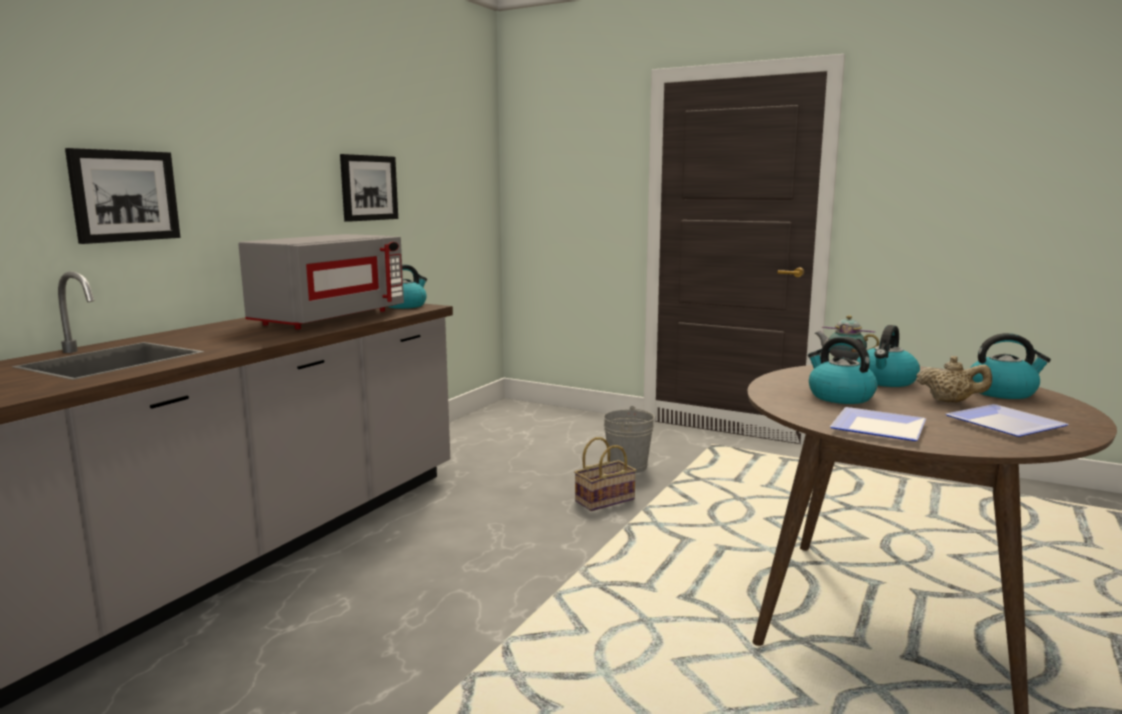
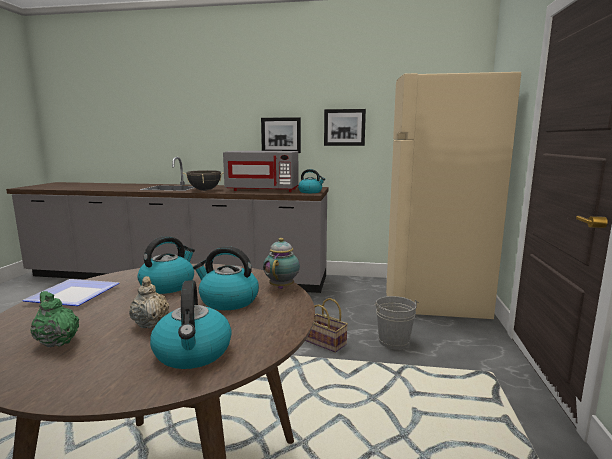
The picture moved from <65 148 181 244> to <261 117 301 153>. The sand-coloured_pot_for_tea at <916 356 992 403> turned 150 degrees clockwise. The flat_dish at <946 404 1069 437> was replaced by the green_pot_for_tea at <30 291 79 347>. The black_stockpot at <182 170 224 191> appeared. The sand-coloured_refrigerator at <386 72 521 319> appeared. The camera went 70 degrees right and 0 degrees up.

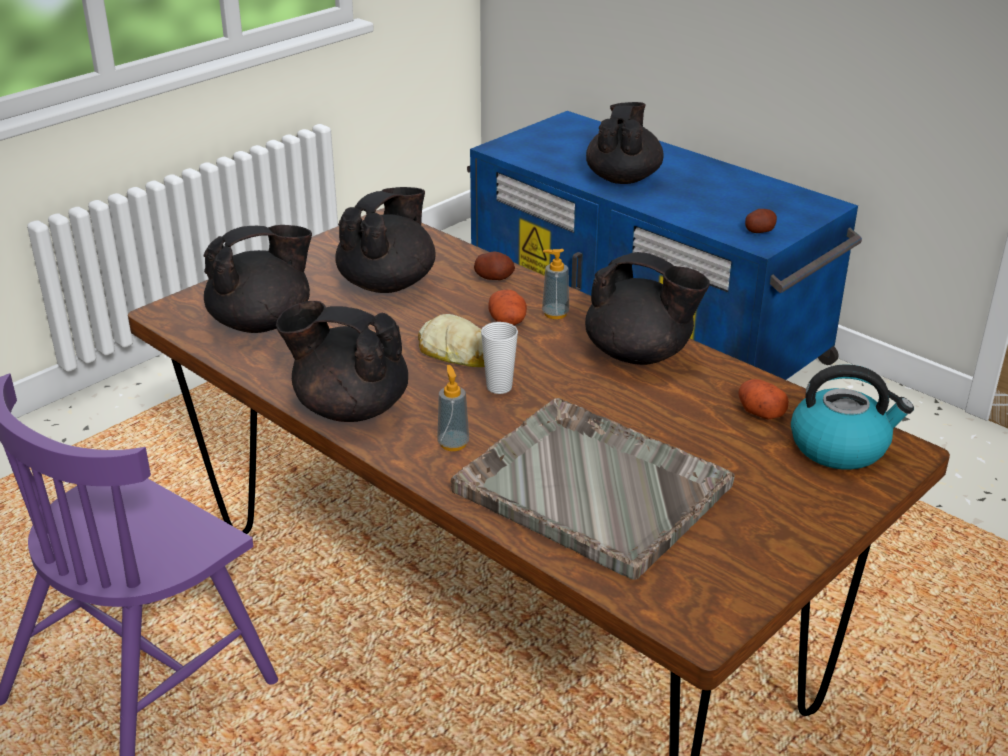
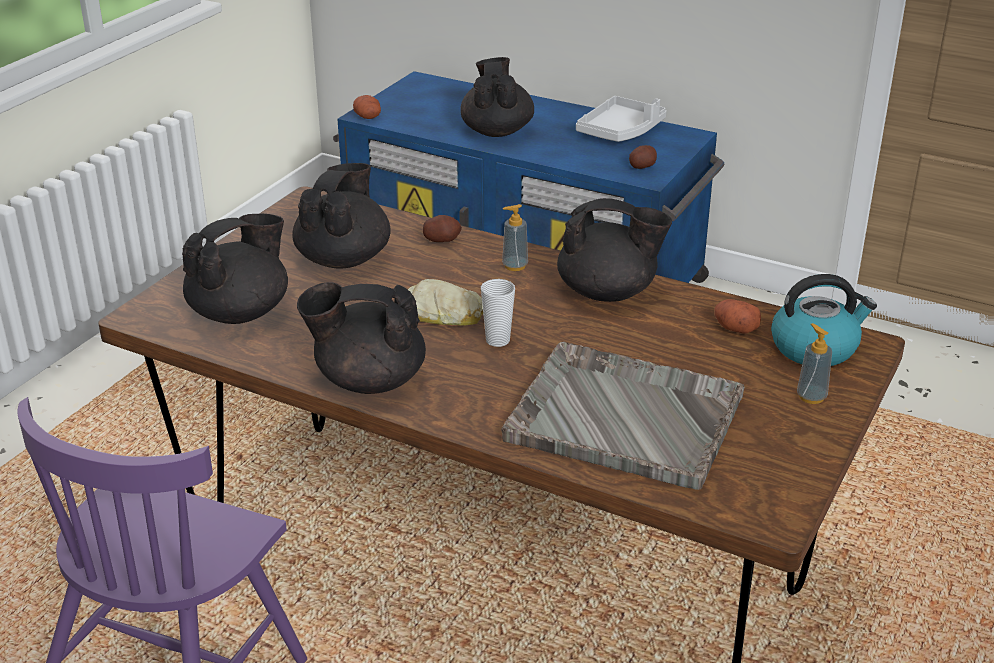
The liquid_soap_bottle moved from <437 365 469 451> to <797 323 832 404>. The spud moved from <488 290 527 325> to <353 95 381 119>. The gray_tray at <576 96 667 142> appeared. The camera went 15 degrees left and 0 degrees up.

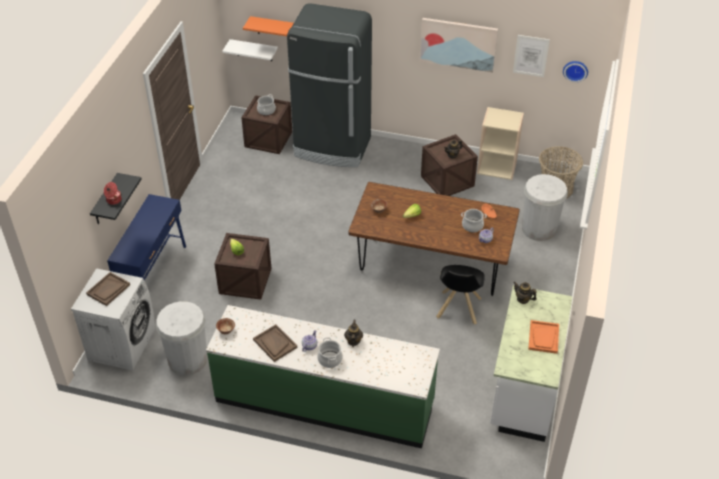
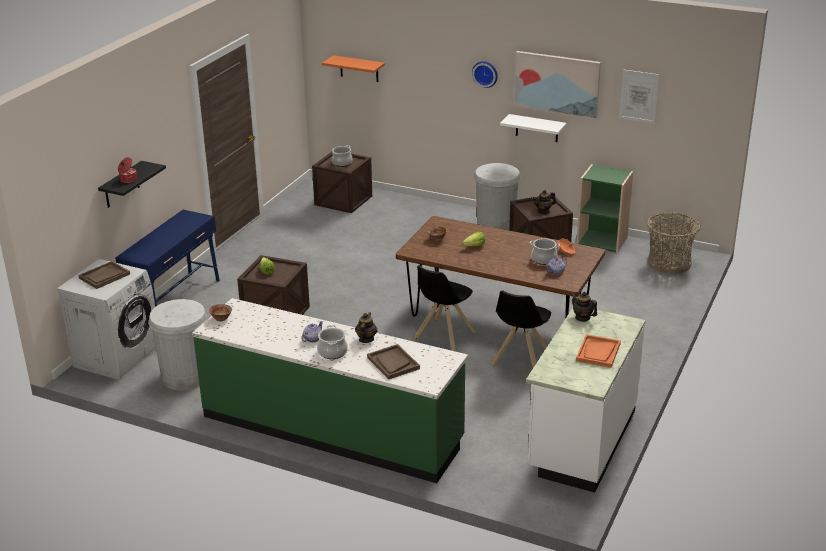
The whitish_bracket_shelf moved from <222 39 278 61> to <500 114 566 142>. The brownish_tray moved from <253 324 297 362> to <367 344 420 379>. The black_refrigerator at <287 3 372 167> disappeared. The sand-coloured_shelving_unit at <477 107 524 180> became the green_shelving_unit at <576 164 633 253>. The whitish_waste_bin moved from <522 174 568 241> to <474 163 521 230>. The clock_on_the_wall moved from <563 61 588 83> to <472 61 498 88>. The black_chair at <414 266 476 351> appeared. The camera went 10 degrees right and 15 degrees down.

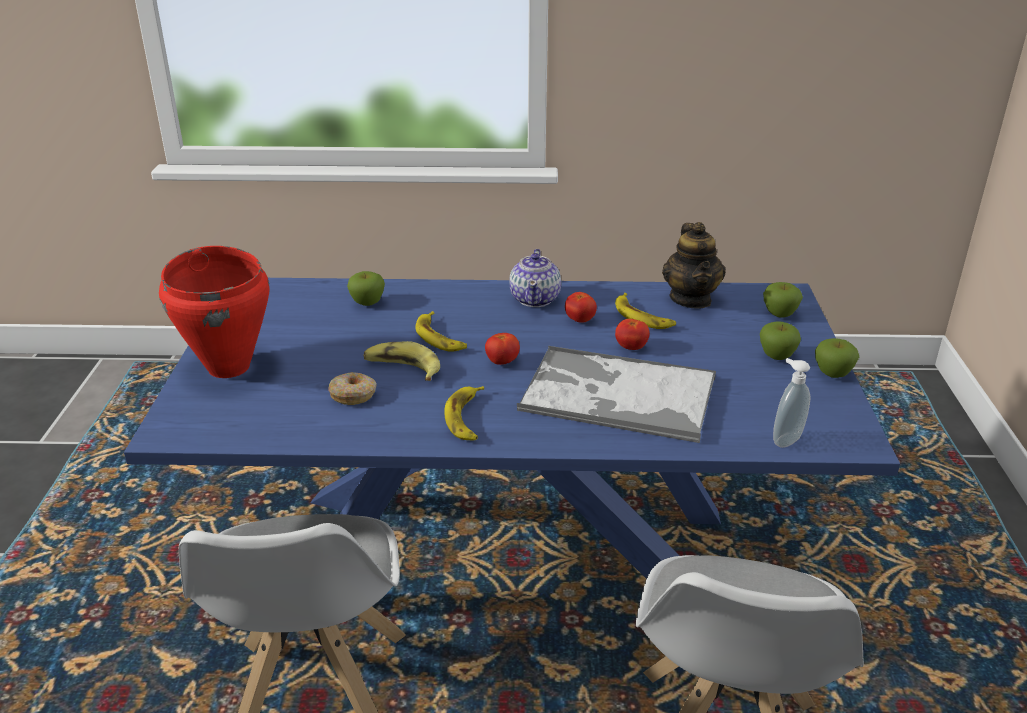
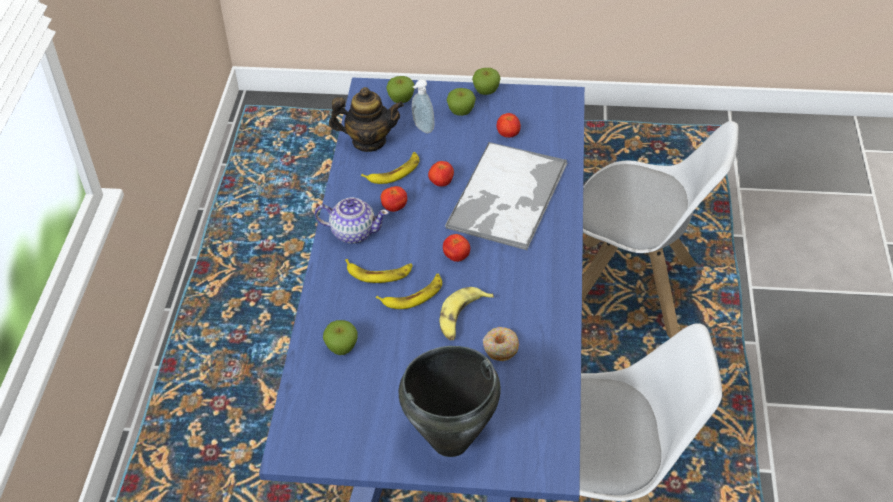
The reddish_stockpot at <159 246 270 378> became the black_stockpot at <399 346 501 457>. The whole_banana moved from <444 386 484 440> to <345 259 413 283>. The liquid_soap_bottle moved from <773 358 811 448> to <412 80 434 133>. The fresh_tomato at <497 113 521 138> appeared. The camera went 85 degrees left and 15 degrees up.

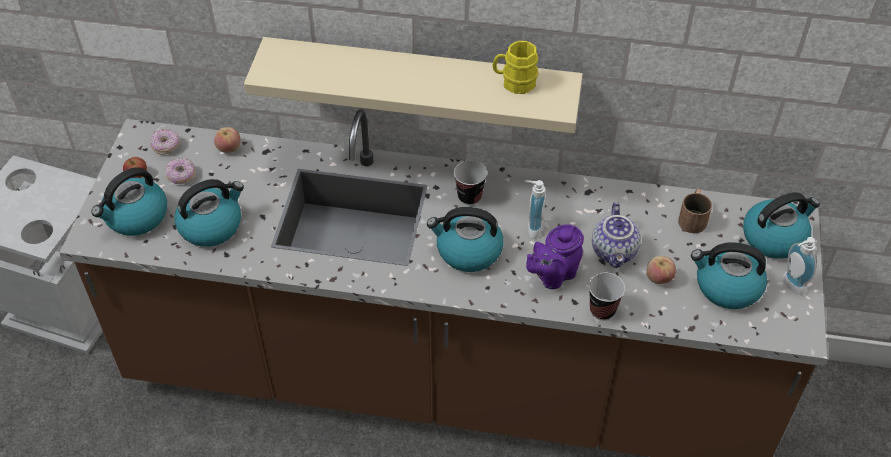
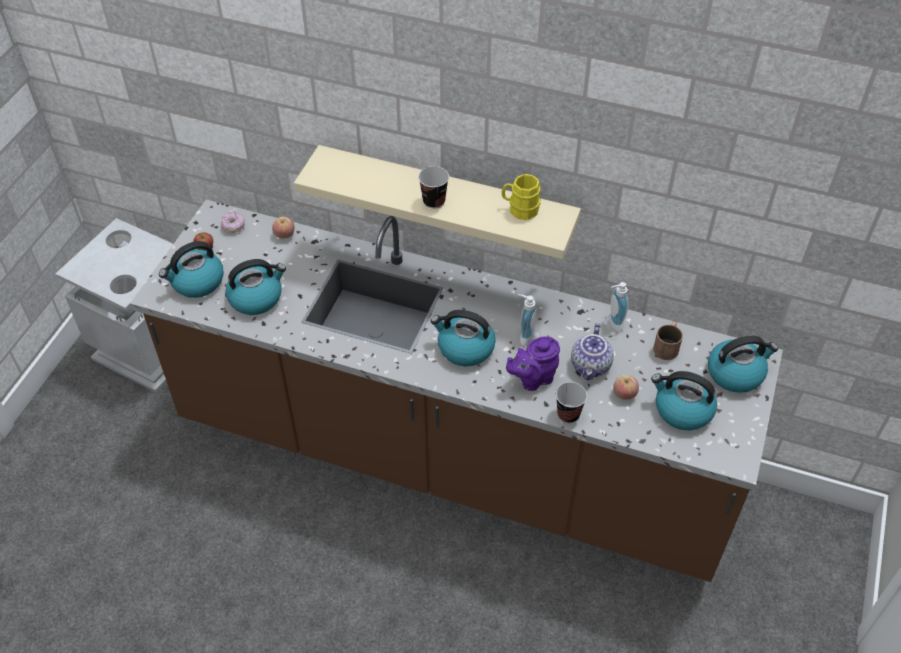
The donut at <166 158 196 184> disappeared. The small_cup moved from <454 160 487 205> to <418 166 449 209>. The liquid_soap_bottle moved from <782 237 817 295> to <609 282 628 332>. The camera went 10 degrees right and 0 degrees up.

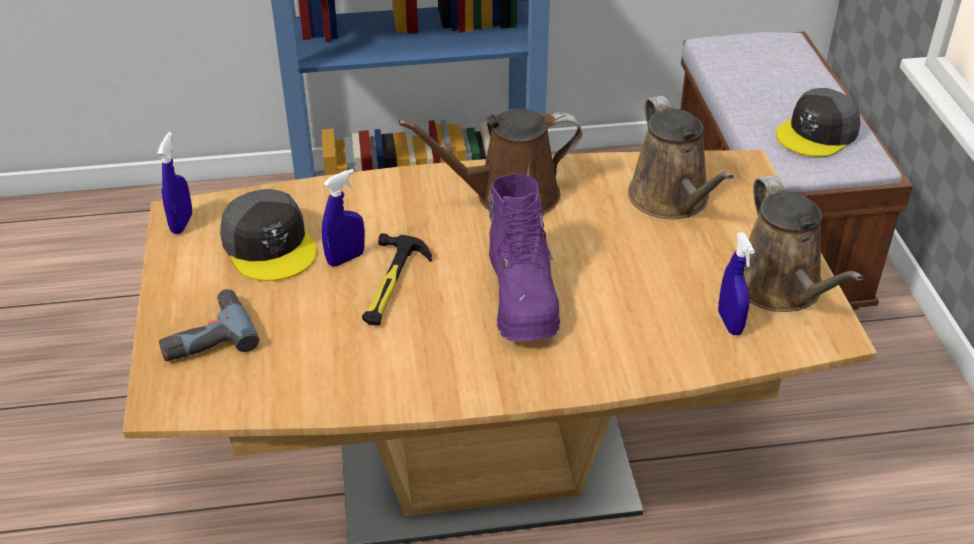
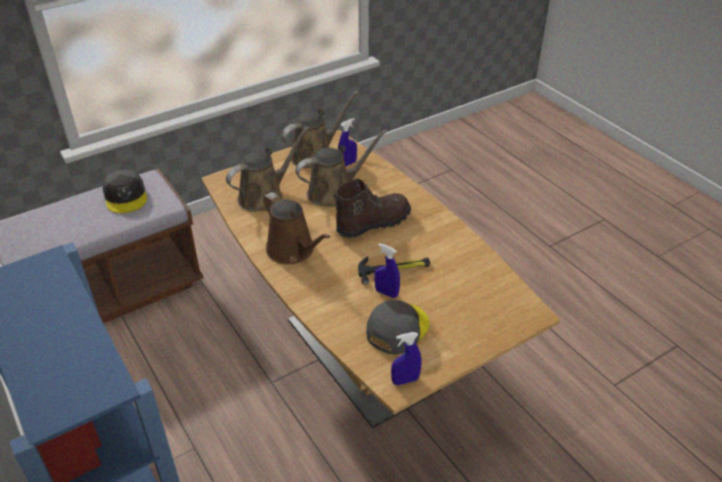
The electric_drill at <159 289 259 361> disappeared. The purple_boot at <488 174 560 341> became the brownish_boot at <334 178 411 238>. The gray_cap at <776 88 861 157> turned 45 degrees clockwise. The brownish_watering_can at <295 130 387 207> appeared. The camera went 115 degrees left and 0 degrees up.

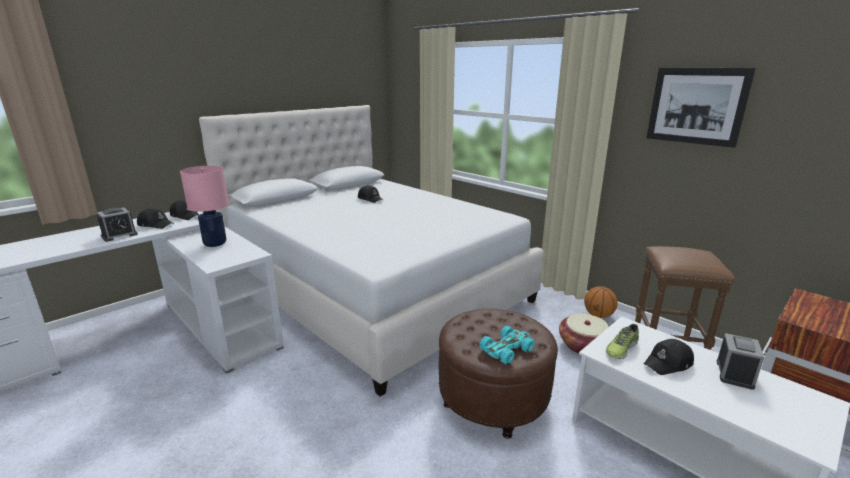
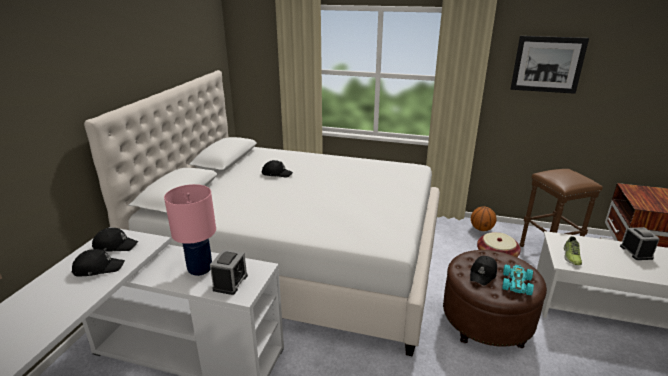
The bedside_clock moved from <96 208 138 242> to <210 249 248 295>. The black_cap moved from <644 339 694 375> to <470 256 497 286>. The camera went 30 degrees left and 5 degrees up.

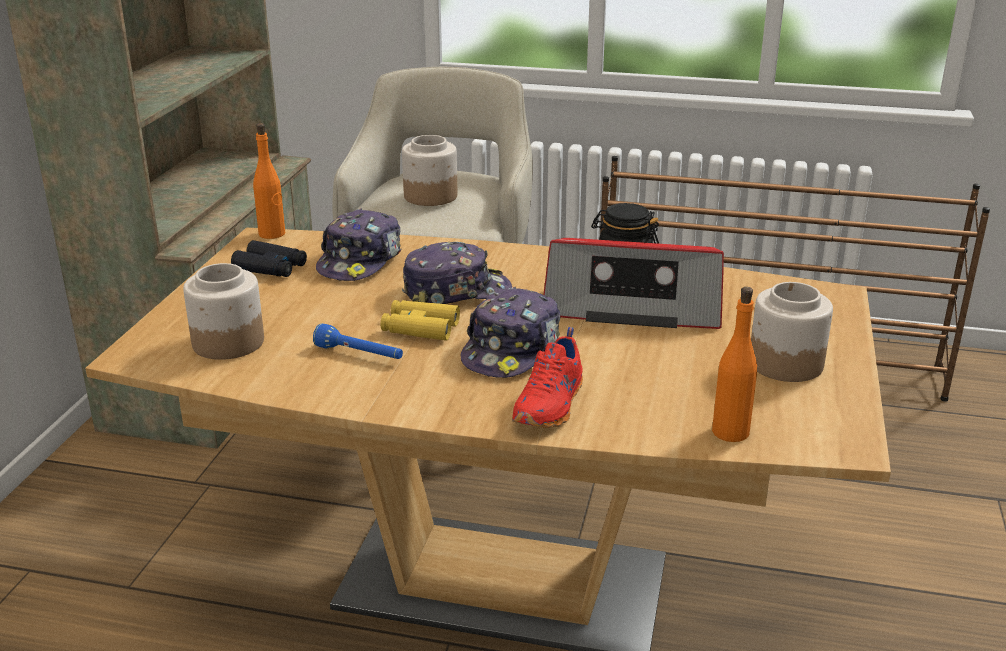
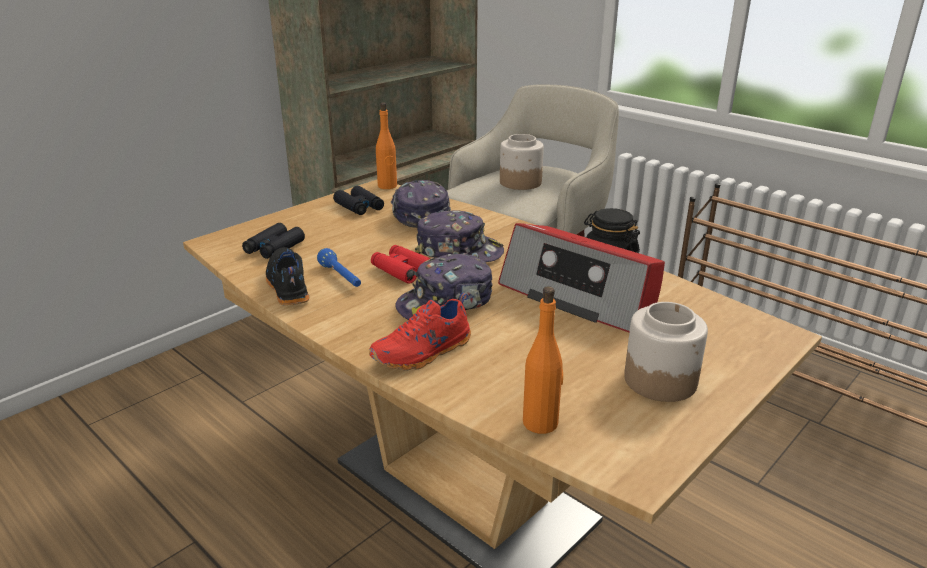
The storage_jar at <183 263 264 360> was replaced by the black_pair_of_binoculars at <242 223 305 259>. The cap at <316 208 401 281> turned 120 degrees clockwise. The yellow-coloured_pair_of_binoculars at <380 300 460 340> became the reddish_pair_of_binoculars at <371 245 431 284>. The black_low_shoe at <266 247 309 305> appeared. The camera went 30 degrees right and 0 degrees up.

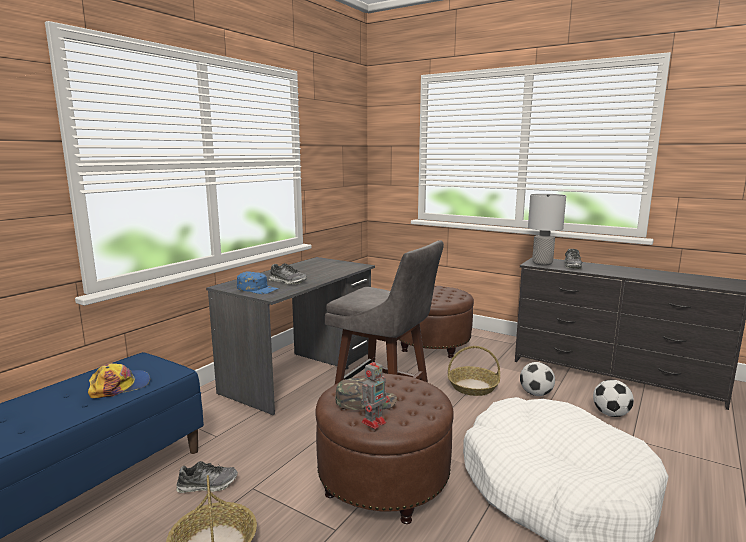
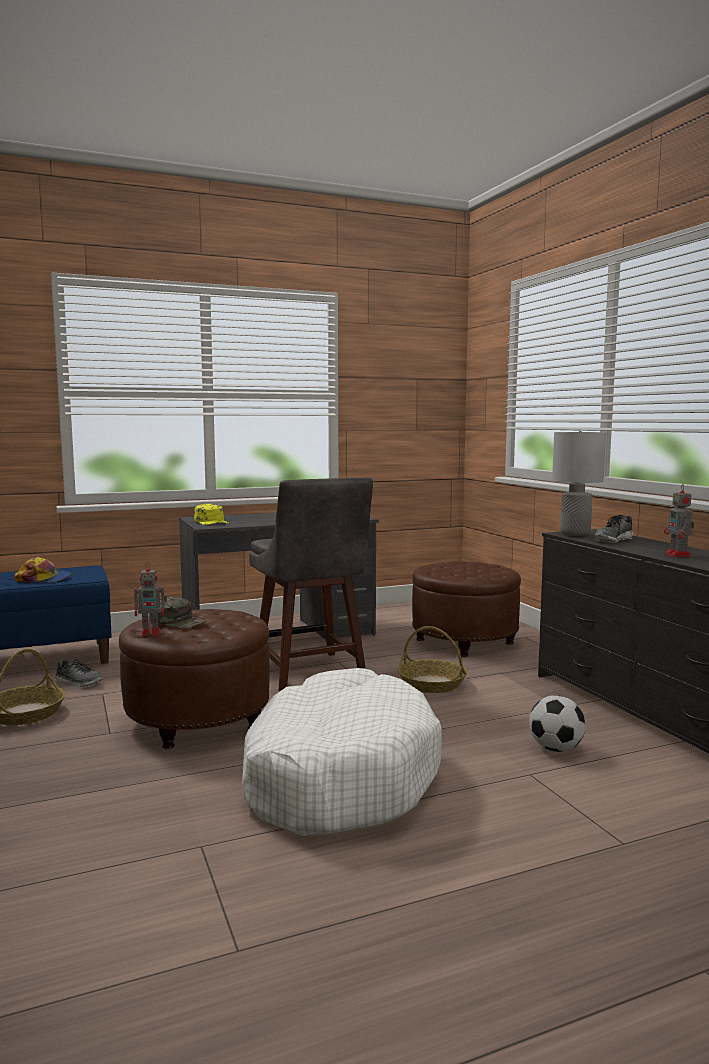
The blue-coloured_cap at <237 271 279 294> became the yellow-coloured_cap at <194 504 228 525>. The low_shoe at <269 263 307 284> disappeared. The football_ball at <520 362 555 396> disappeared. The robot_figure at <664 484 694 557> appeared. The camera went 35 degrees right and 5 degrees down.

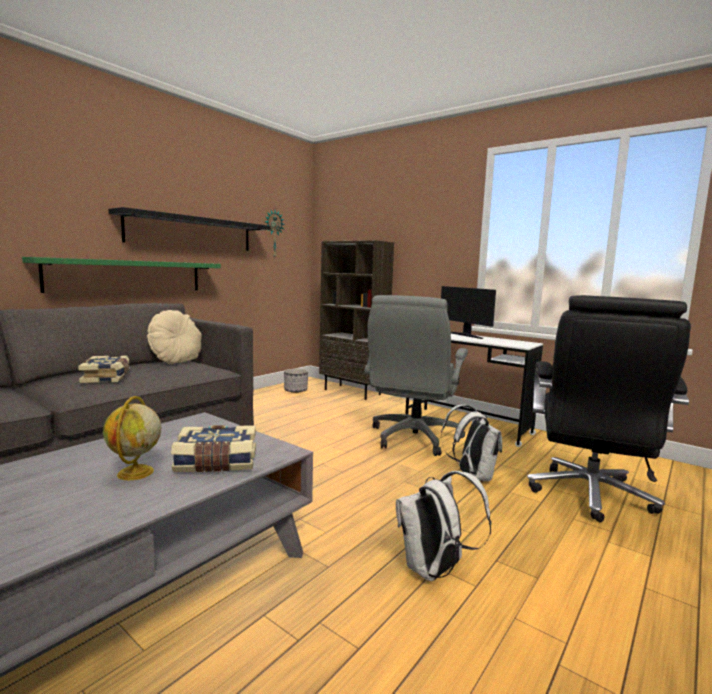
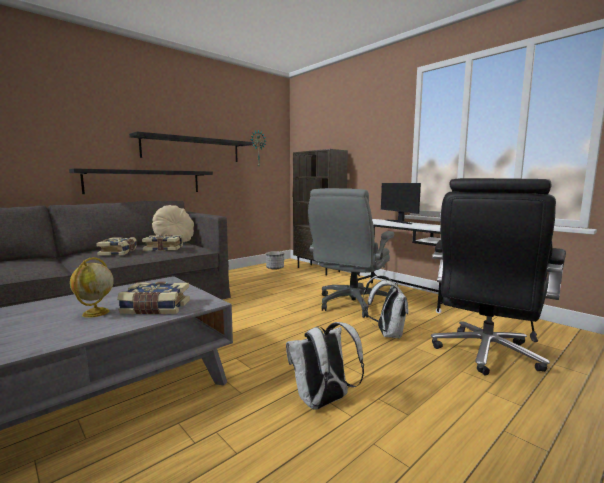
The green_bracket_shelf at <22 257 221 293> became the black_bracket_shelf at <69 168 213 194>. The book at <142 235 183 251> appeared. The camera went 10 degrees right and 0 degrees up.

